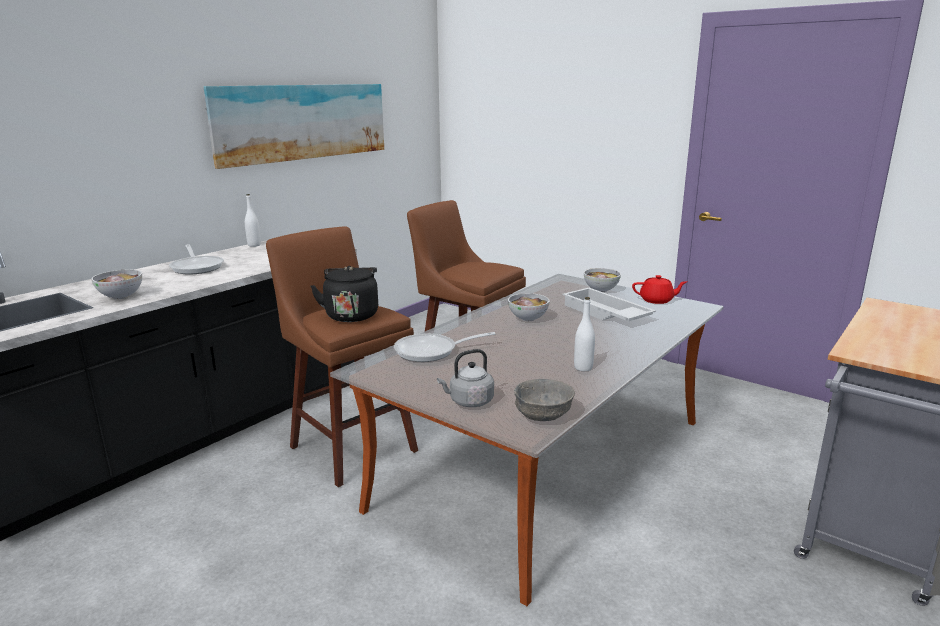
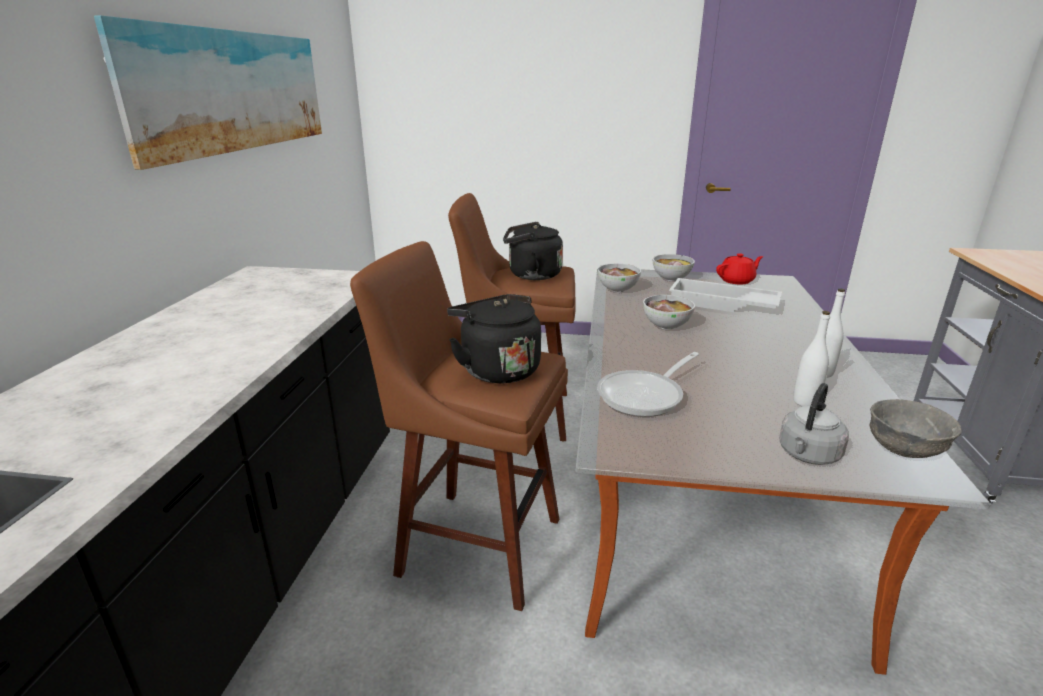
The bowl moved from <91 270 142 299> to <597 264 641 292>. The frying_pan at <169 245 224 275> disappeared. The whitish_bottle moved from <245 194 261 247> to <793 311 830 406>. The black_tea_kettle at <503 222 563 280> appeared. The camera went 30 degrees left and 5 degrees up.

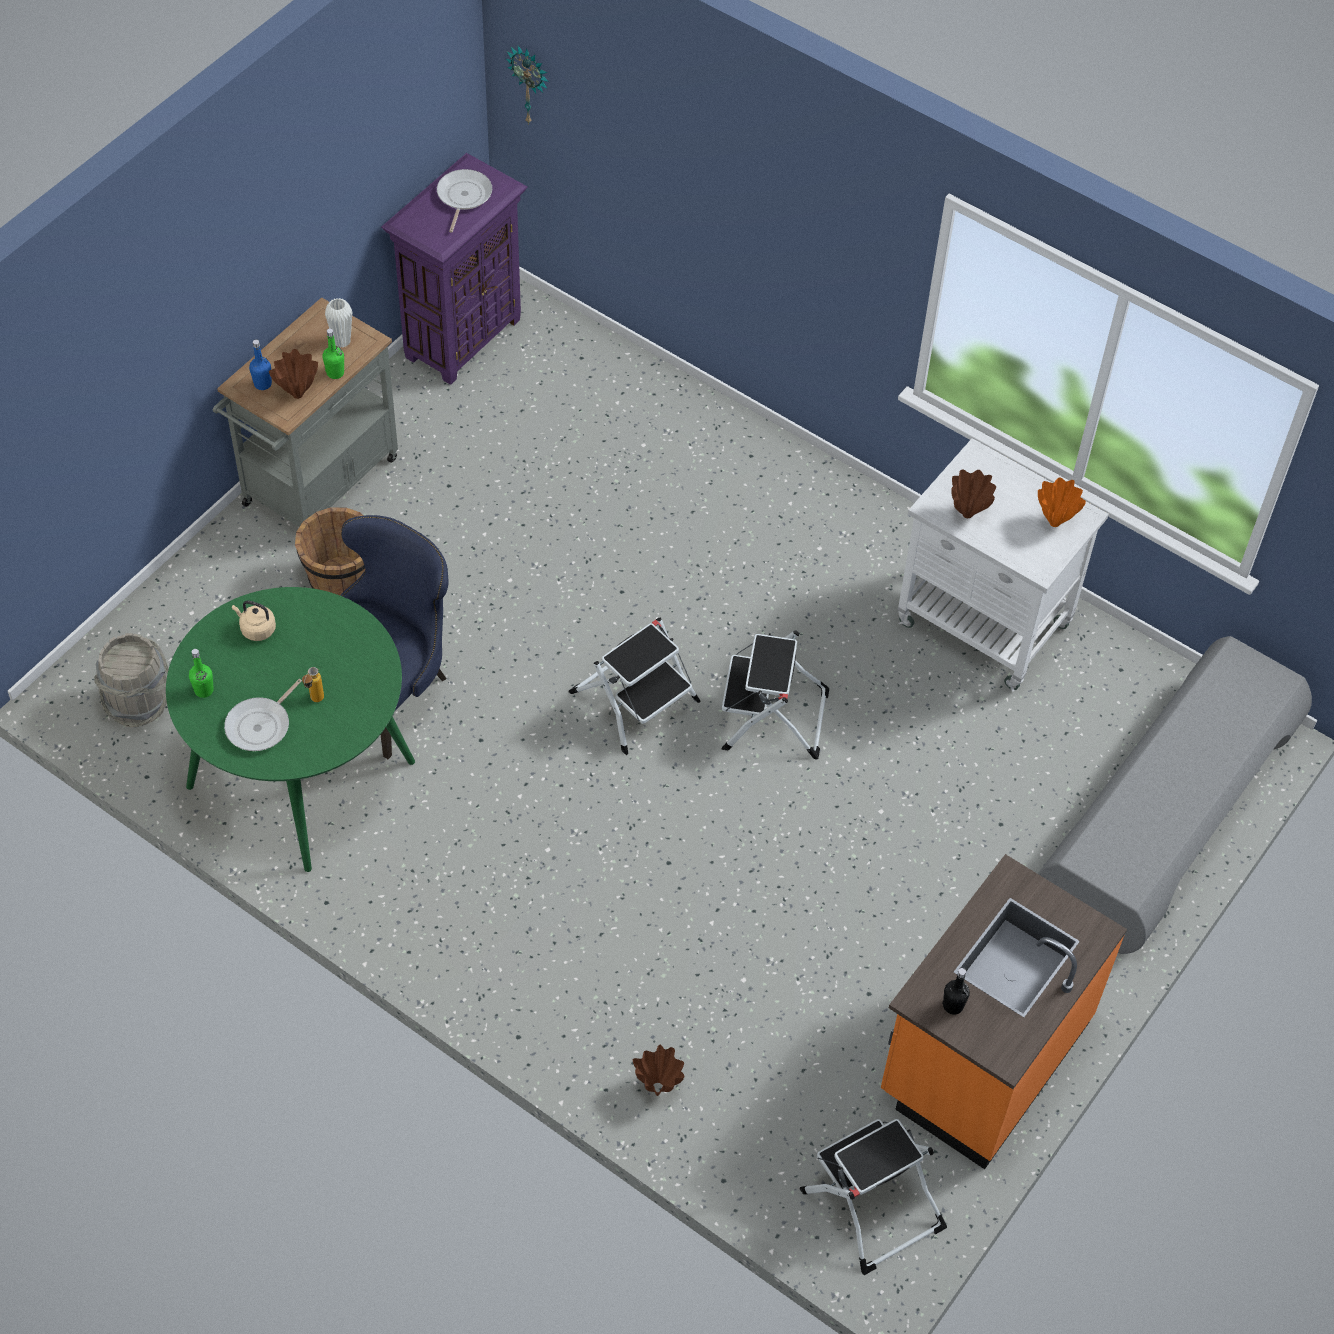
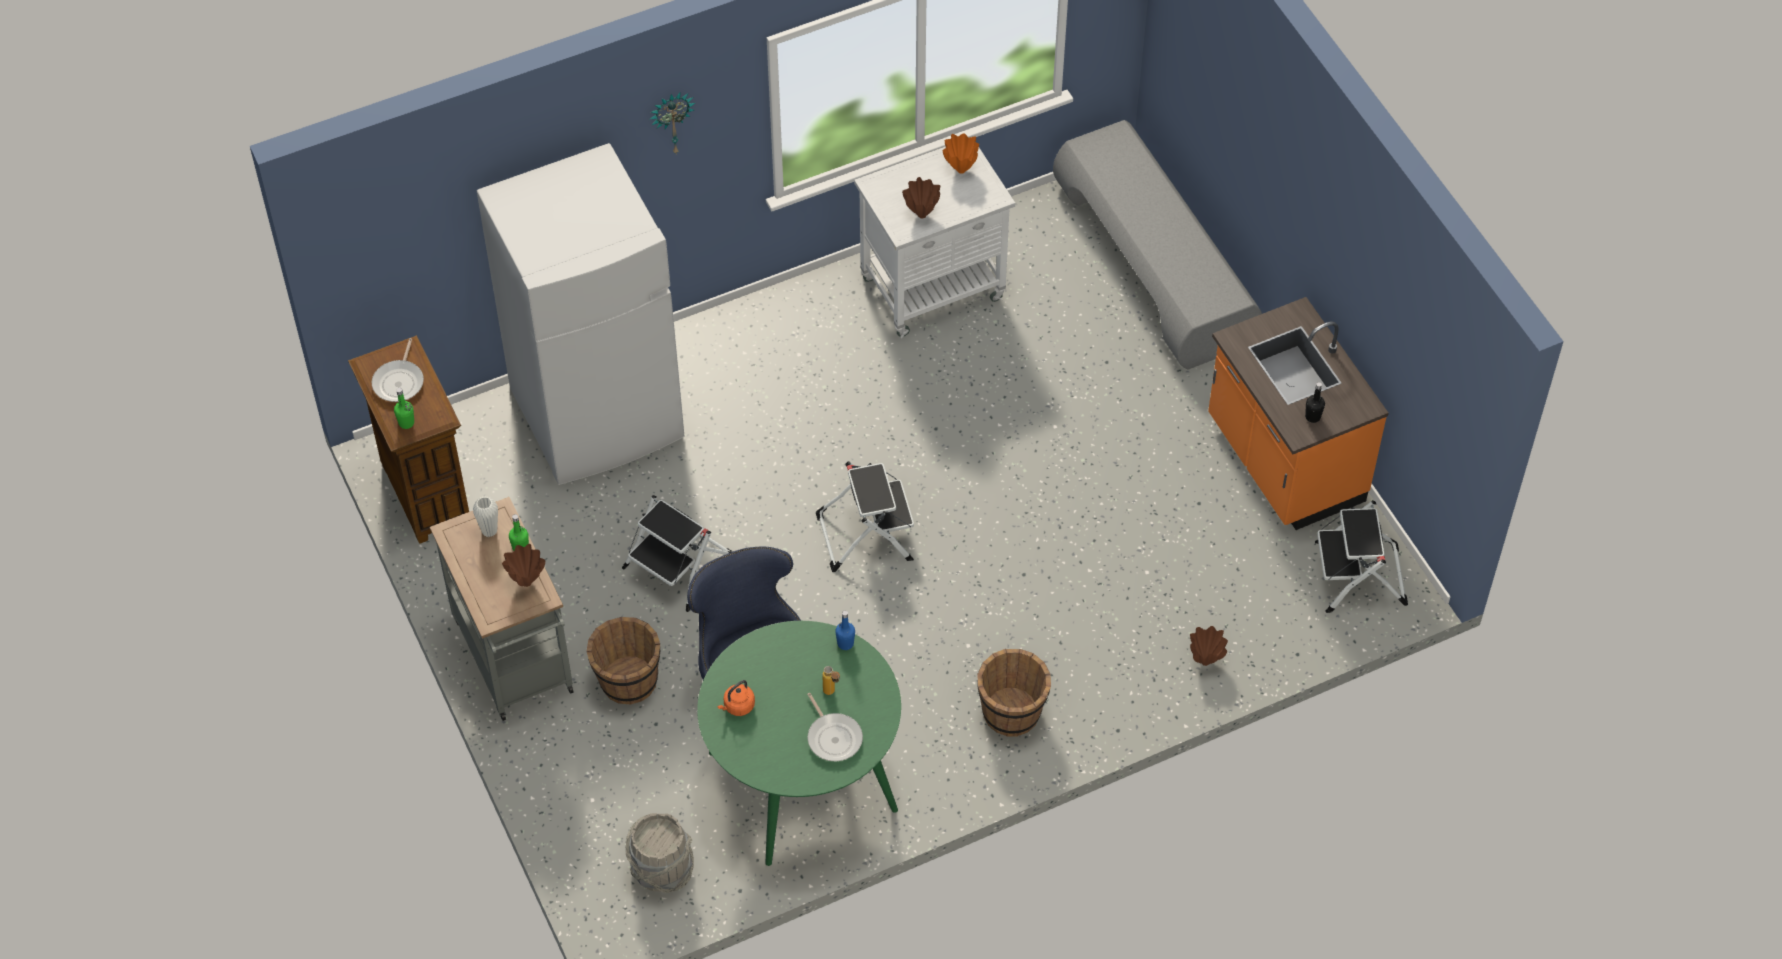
The green_bottle moved from <189 649 214 698> to <394 388 414 429>. The sand-coloured_tea_kettle at <232 601 276 641> became the orangey_tea_kettle at <717 680 755 716>. The blue-coloured_bottle moved from <249 339 272 390> to <835 610 855 650>. The purple_cabinet at <381 153 528 385> became the brownish_cabinet at <348 335 469 544>. The frying_pan at <437 169 492 233> turned 120 degrees counterclockwise. The clock_on_the_wall moved from <506 46 549 125> to <650 93 695 155>. The step_stool moved from <722 630 829 760> to <622 495 733 612>. The whitish_refrigerator at <477 143 684 485> appeared. The brownish_bucket at <977 649 1051 737> appeared. The camera went 60 degrees left and 0 degrees up.

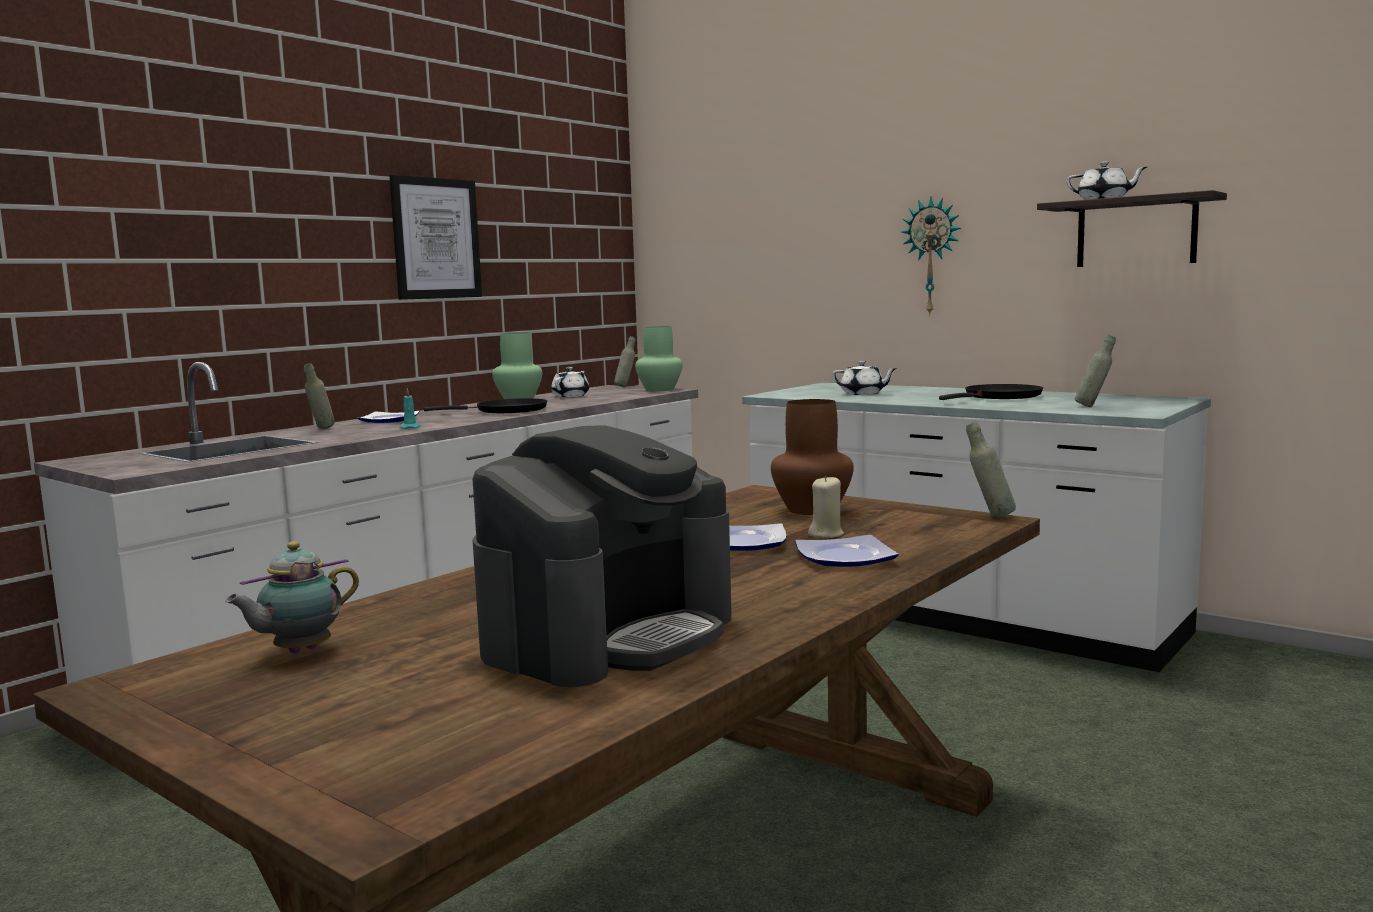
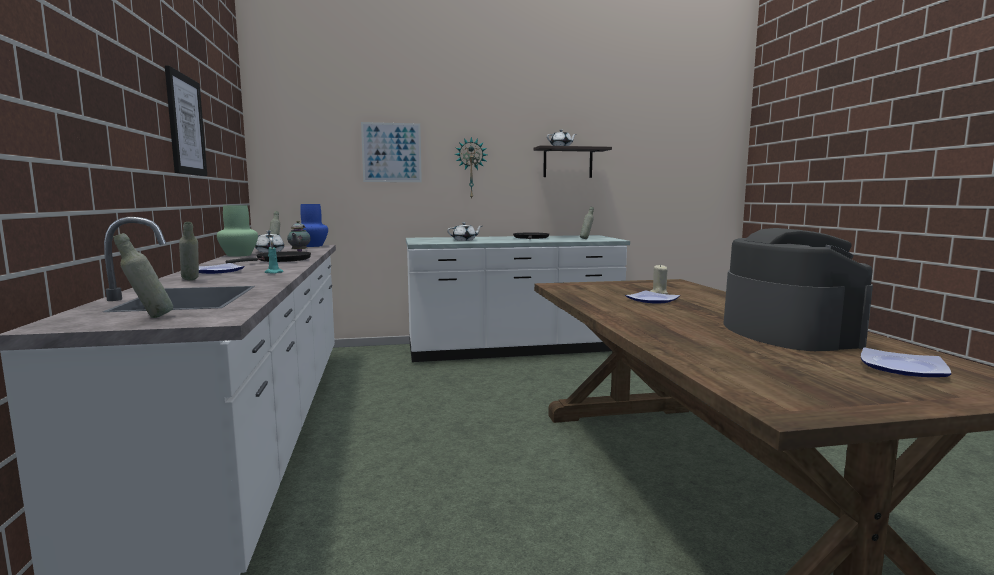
The pot_for_tea moved from <225 541 359 654> to <287 221 311 251>. The green_vase at <635 326 683 391> became the blue-coloured_vase at <300 204 328 247>. The brownish_vase at <771 399 854 515> disappeared. The flat_dish moved from <795 535 899 567> to <861 347 951 377>. The gray_bottle moved from <966 422 1016 518> to <113 233 173 318>. The picture at <361 122 422 182> appeared. The camera went 50 degrees left and 0 degrees up.

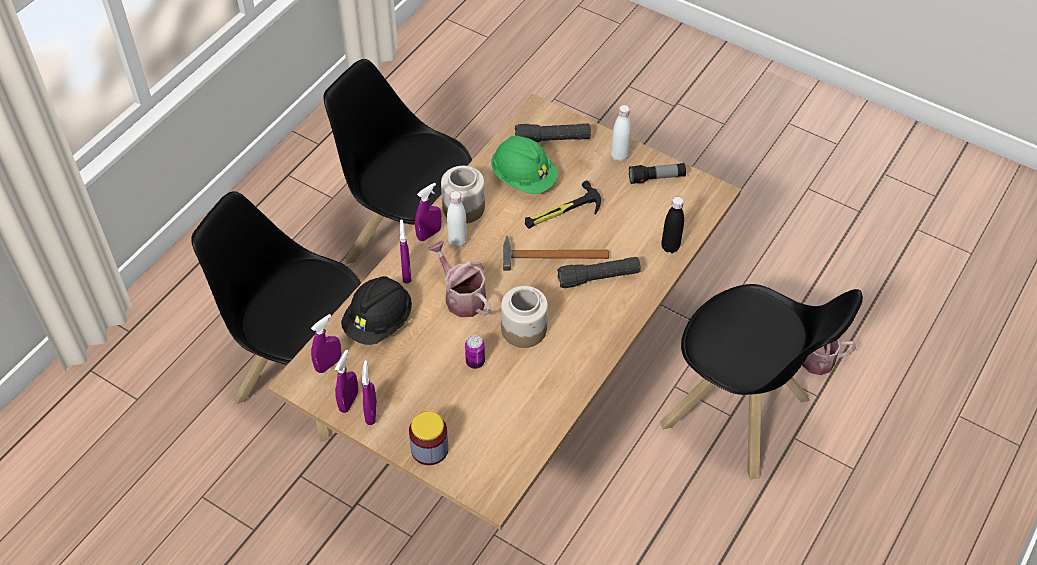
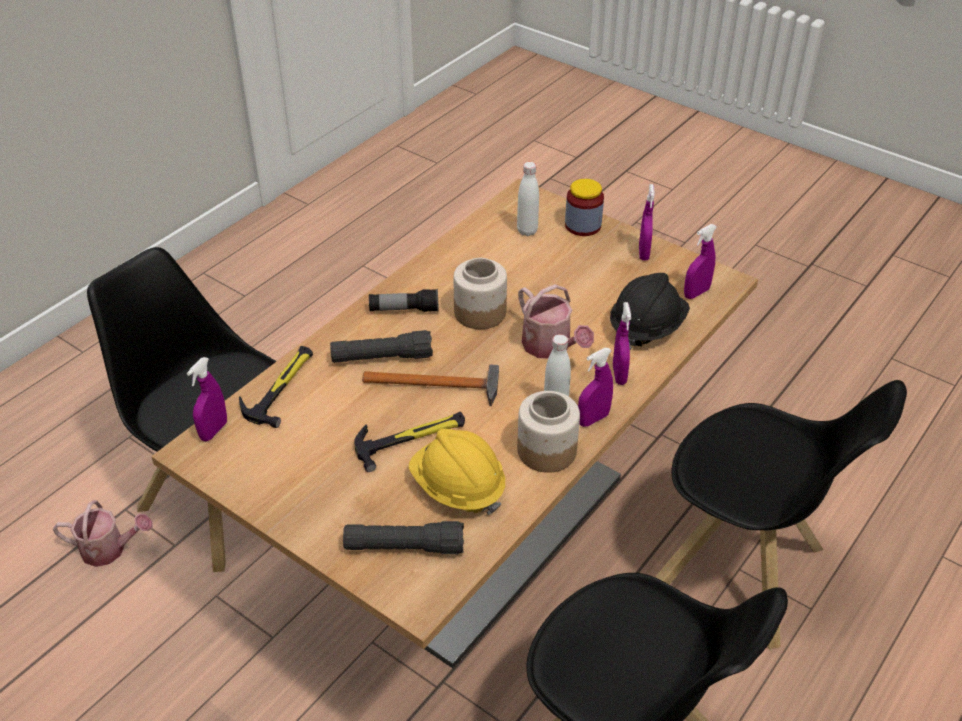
The purple_hand_sprayer moved from <335 349 358 413> to <187 357 227 441>. The metal_can at <465 335 485 369> disappeared. The green_safety_helmet at <491 136 558 194> became the yellow-coloured_safety_helmet at <409 429 505 515>. The whitish_bottle moved from <611 105 631 162> to <517 162 539 236>. The flashlight moved from <629 163 686 184> to <369 289 439 312>. The black_bottle at <661 197 684 253> was replaced by the hand_hammer at <239 346 313 428>. The camera went 175 degrees left and 10 degrees down.

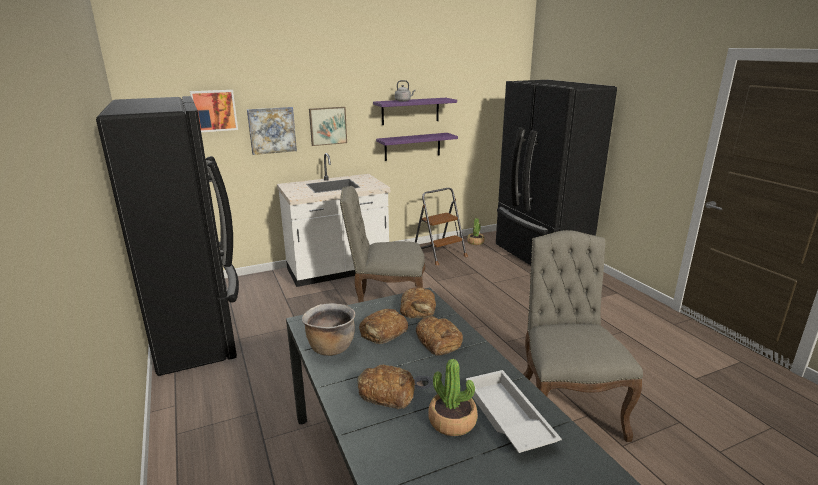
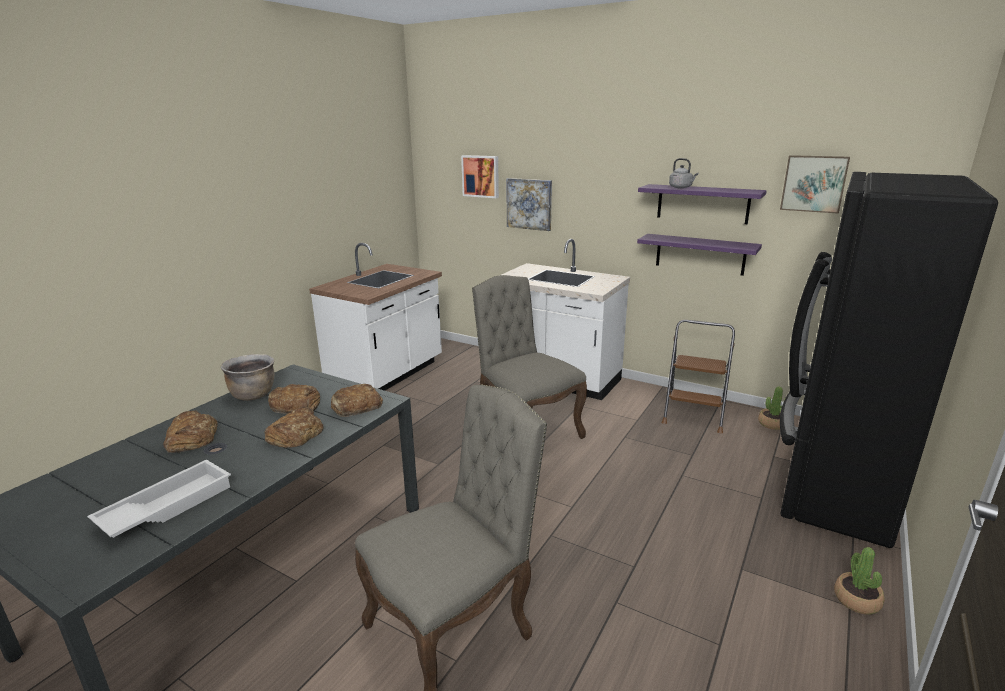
The black_refrigerator at <96 96 239 376> was replaced by the whitish_counter at <309 243 442 391>. The picture moved from <309 107 347 146> to <780 155 850 214>. The houseplant moved from <428 359 478 436> to <834 547 885 615>. The camera went 55 degrees right and 0 degrees up.

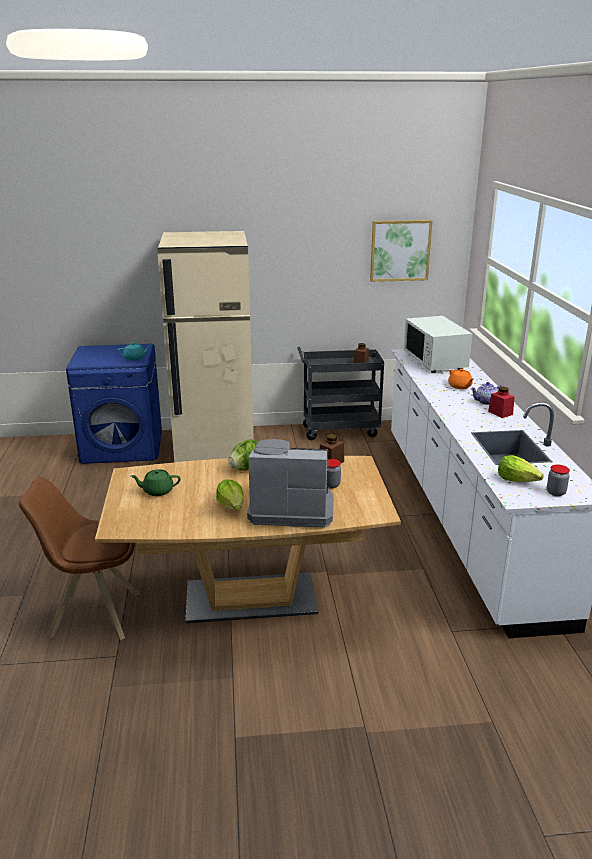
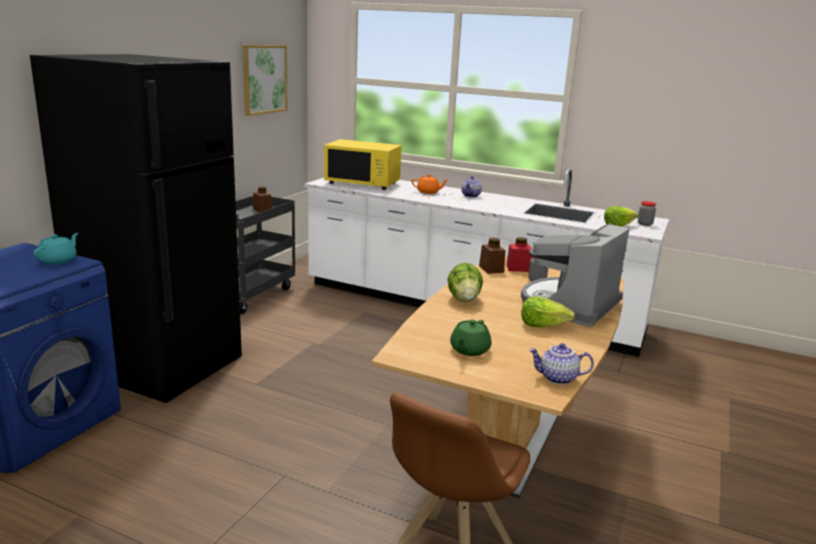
The sand-coloured_refrigerator at <157 231 254 462> became the black_refrigerator at <30 54 242 403>. The whitish_kitchen_microwave at <404 316 472 373> became the yellow-coloured_kitchen_microwave at <324 139 402 190>. The reddish_storage_jar moved from <488 387 514 418> to <506 237 532 272>. The pot_for_tea at <529 343 594 385> appeared. The camera went 60 degrees left and 5 degrees down.

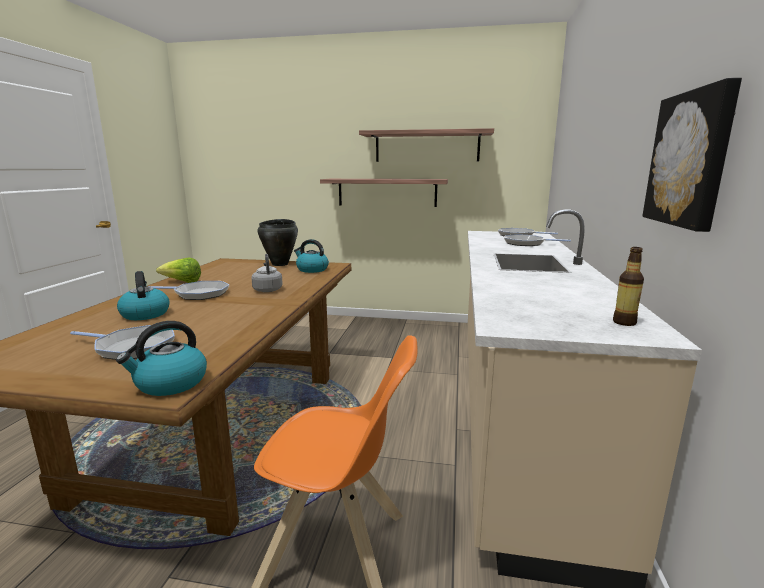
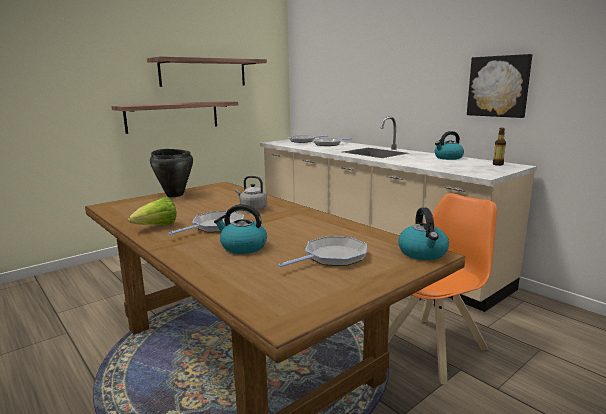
The tea_kettle moved from <294 239 329 273> to <435 131 464 160>. The camera went 50 degrees left and 0 degrees up.

